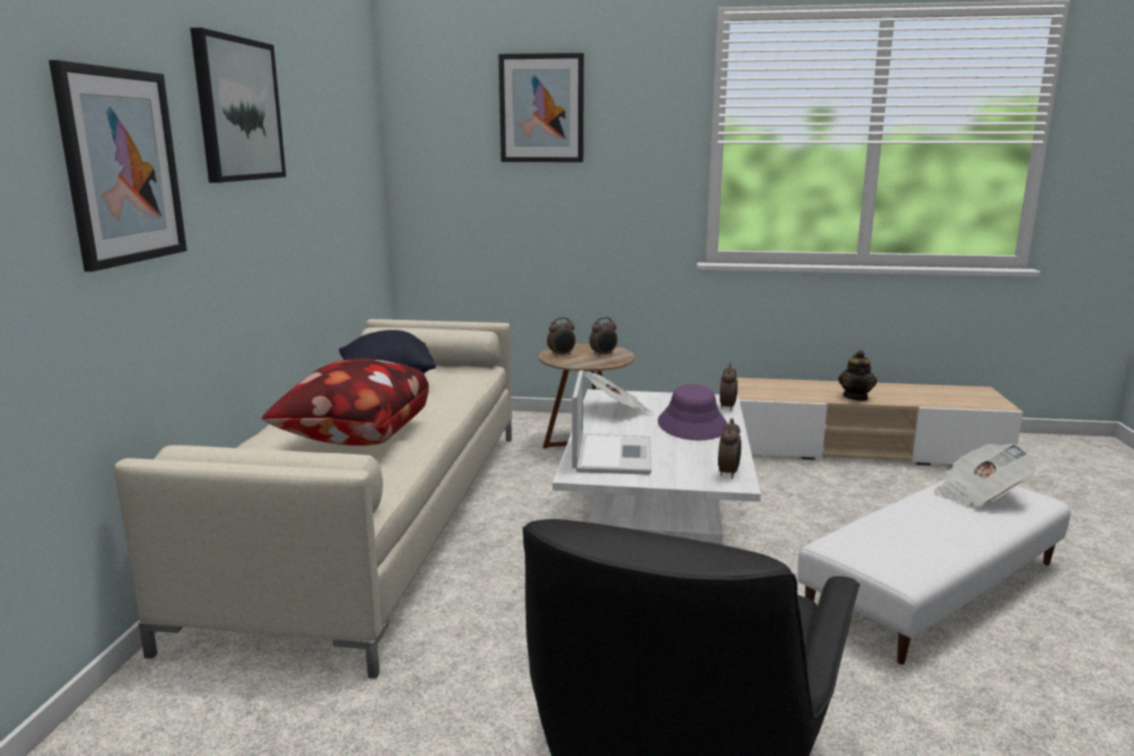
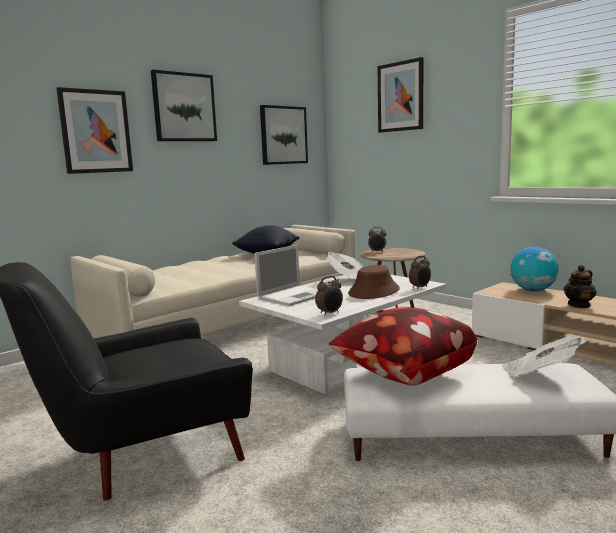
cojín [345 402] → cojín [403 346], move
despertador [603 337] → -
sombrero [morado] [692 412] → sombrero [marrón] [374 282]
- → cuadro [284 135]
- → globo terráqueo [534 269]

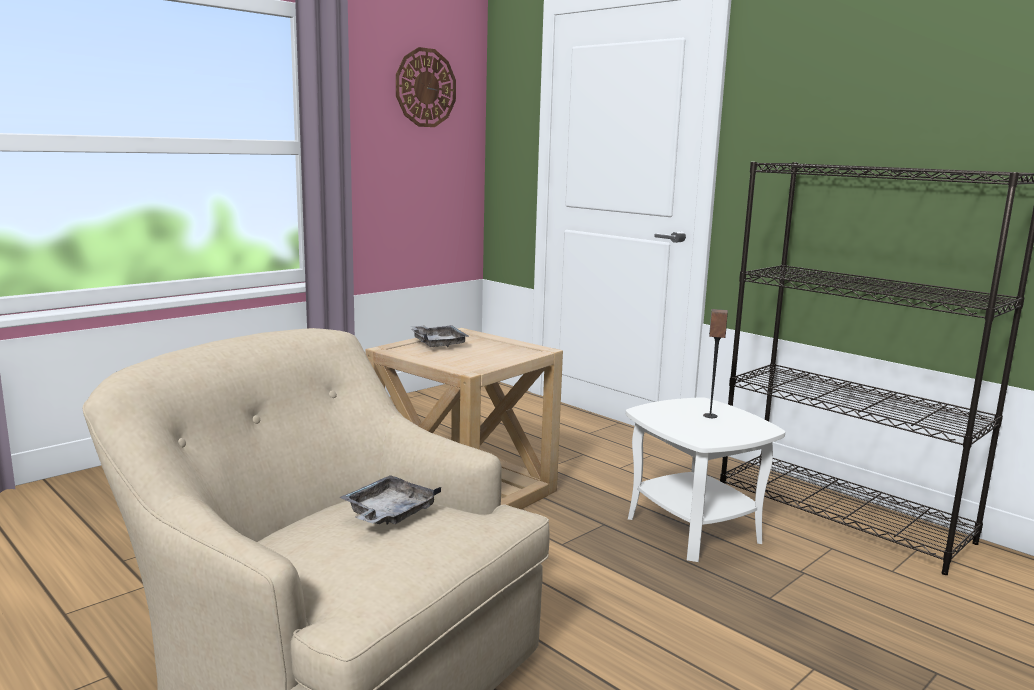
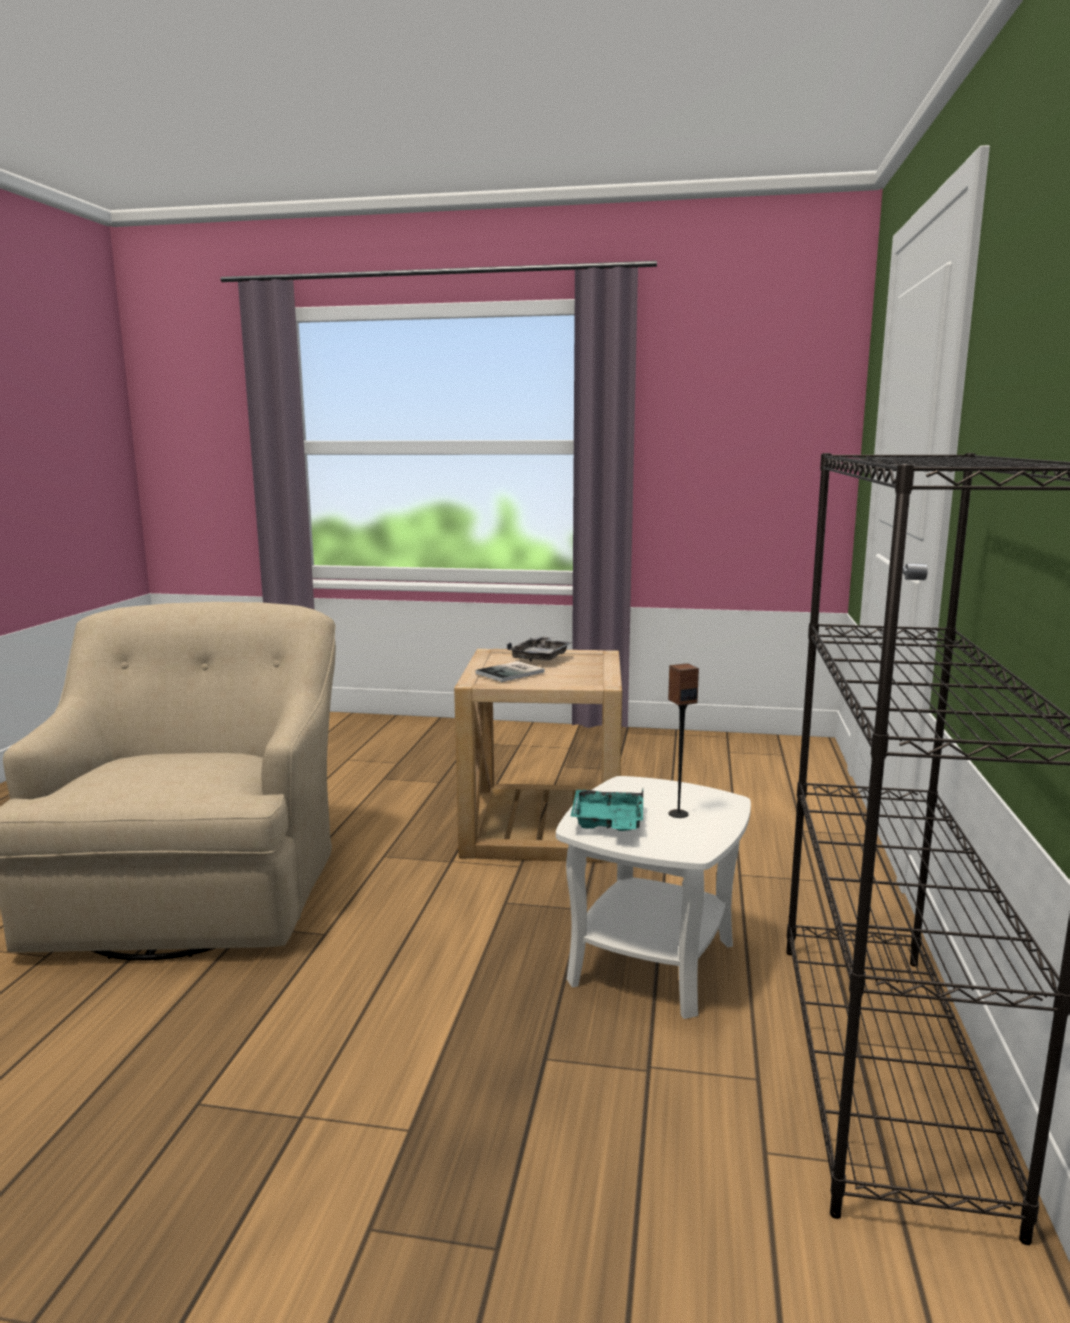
bandeja [gris] [390 500] → -
reloj de pared [426 87] → -
- → libro [510 671]
- → bandeja [turquesa] [607 810]

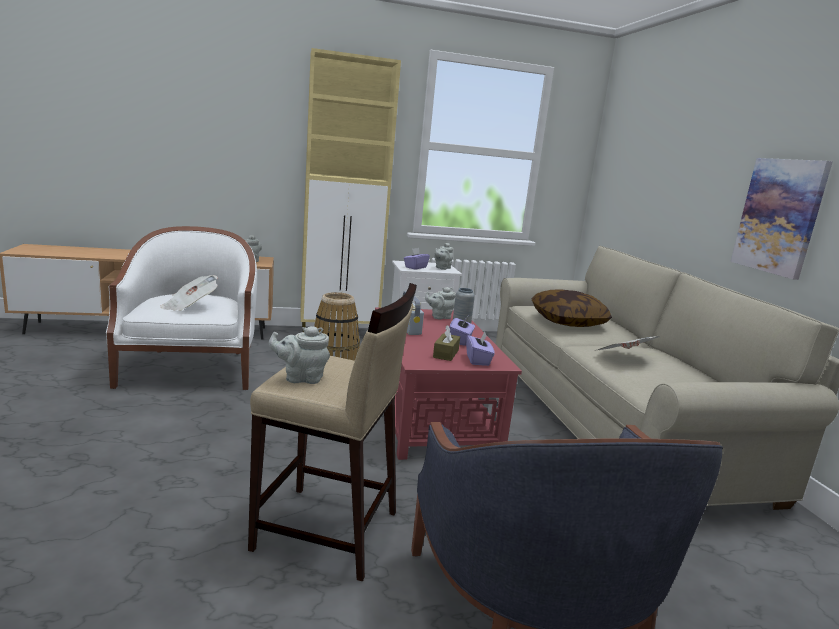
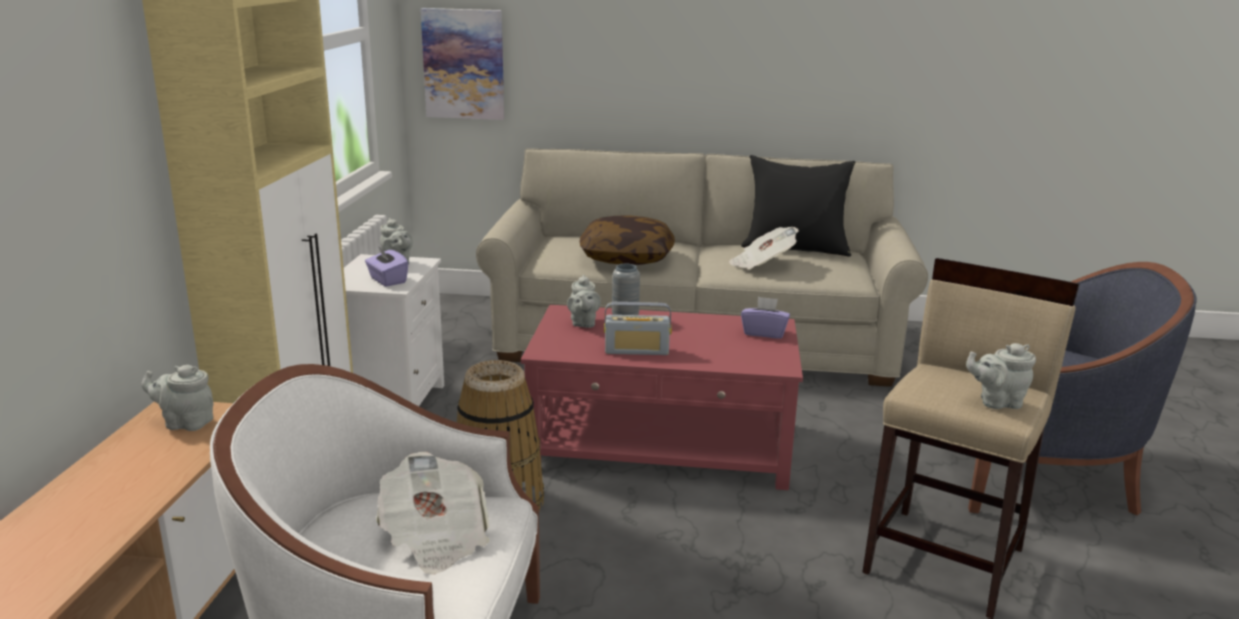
tetera [gris] [299 355] → tetera [gris] [1001 376], 75 degrees clockwise
caja de pañuelos [marrón] [446 343] → -
caja de pañuelos [morado] [462 330] → -
cuadro [781 219] → cuadro [462 64], move
- → cojín [negro] [798 206]

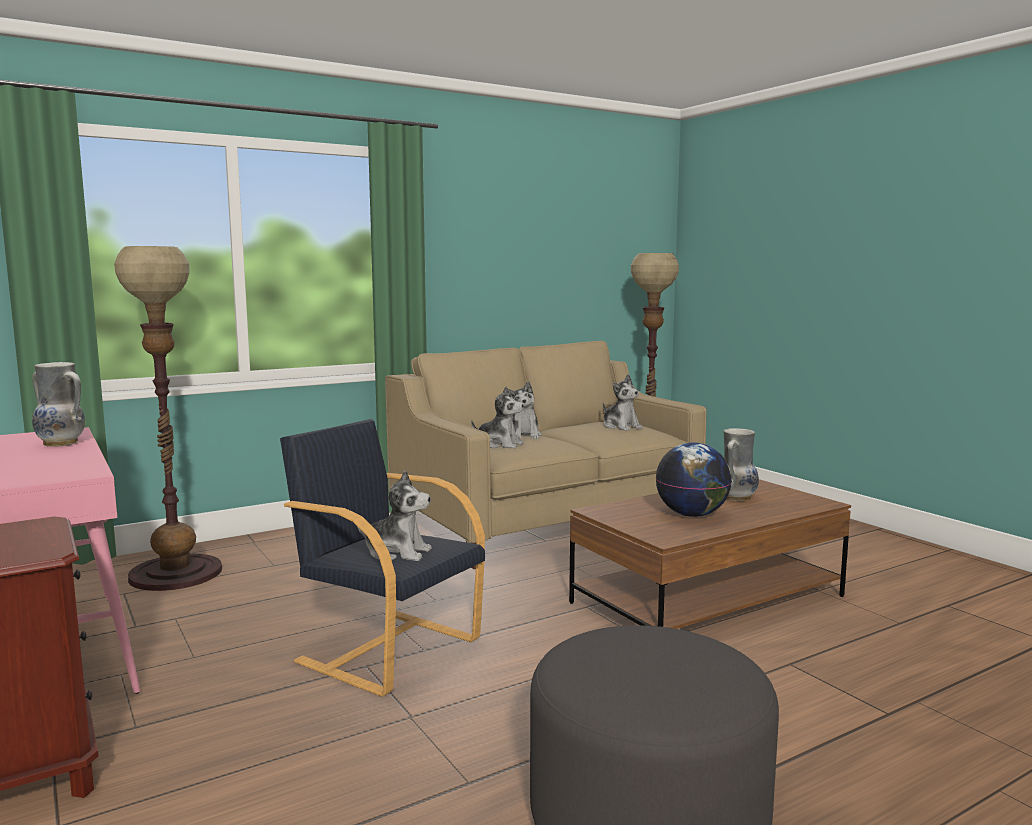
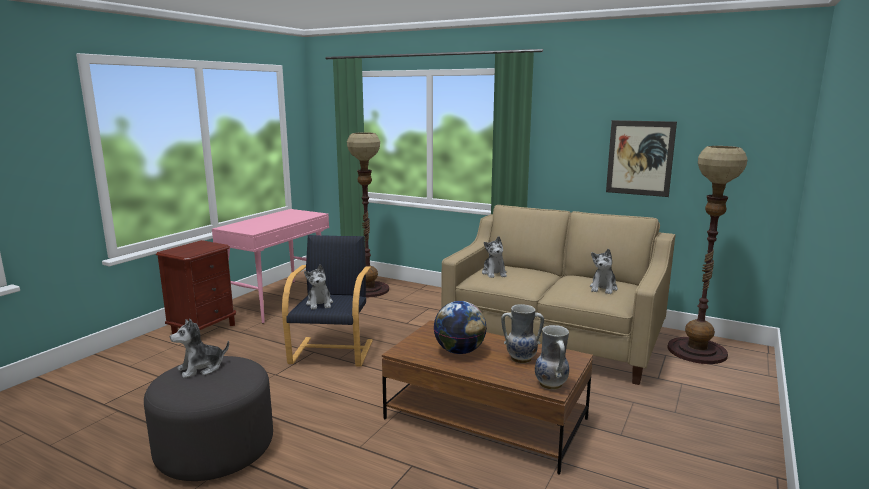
florero [58 404] → florero [552 357], move
peluche [525 410] → peluche [199 348], move
- → cuadro [641 158]

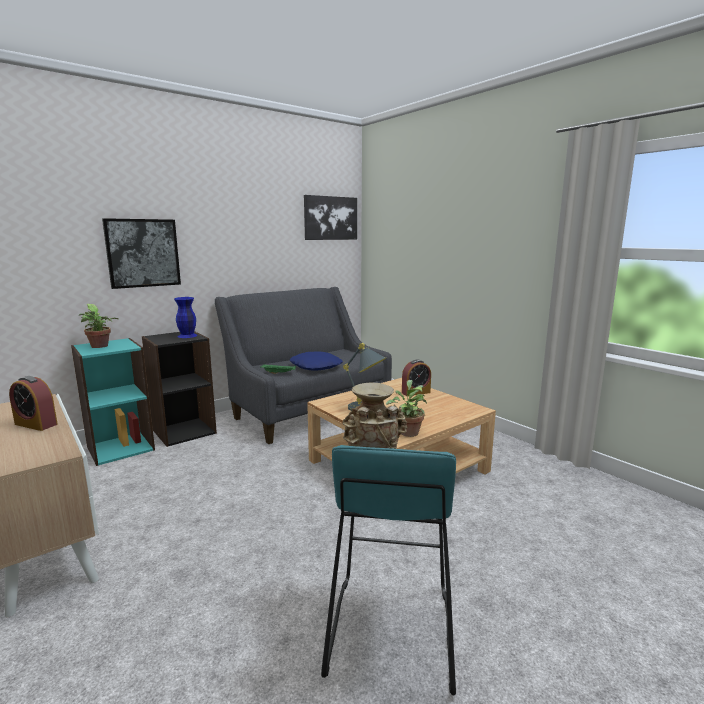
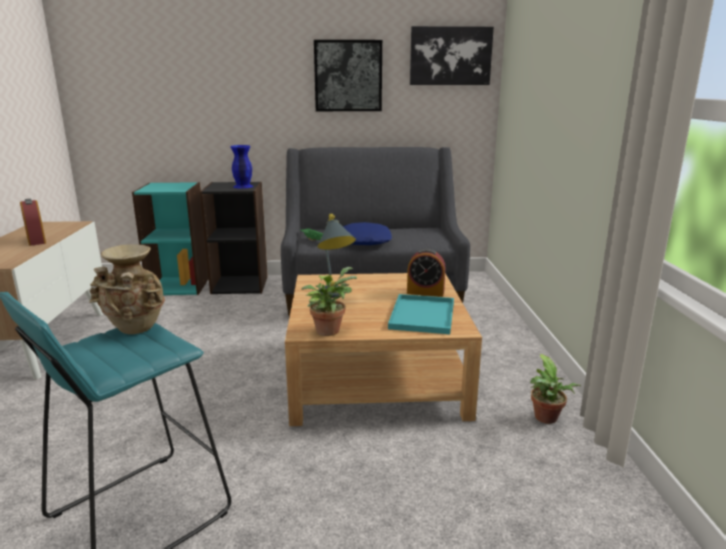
planta en maceta [99 326] → planta en maceta [555 389], move
cuadro [141 253] → cuadro [348 75], move
- → bandeja [turquesa] [421 314]

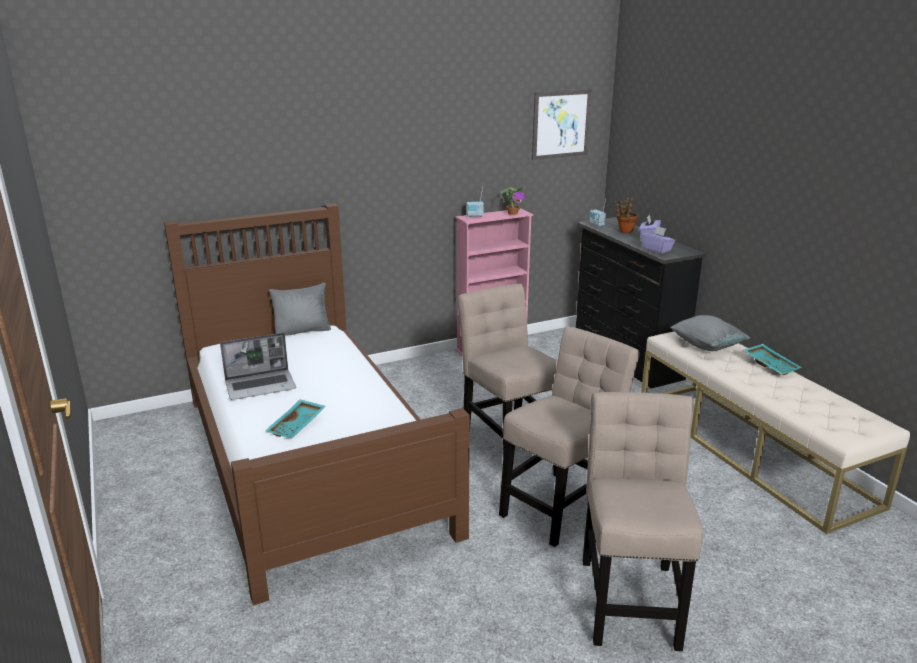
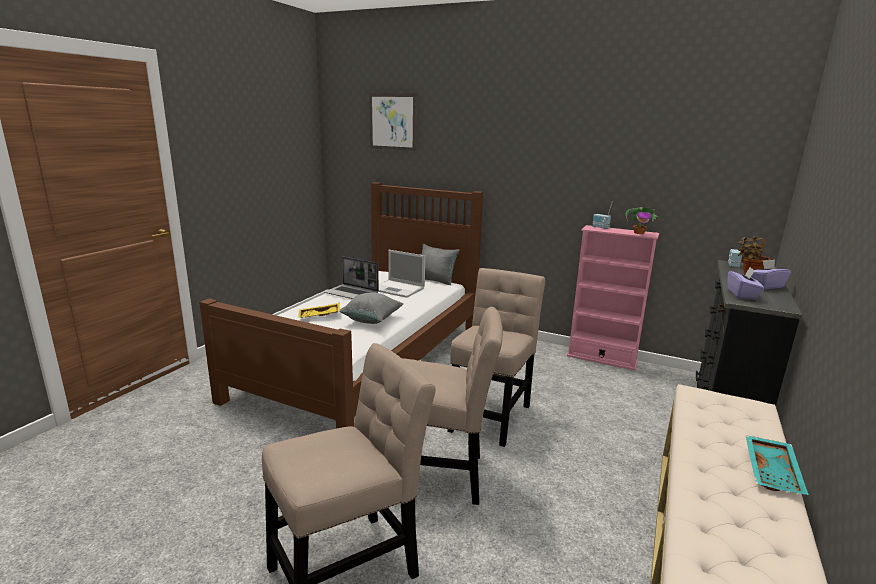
bandeja [turquesa] [295 419] → bandeja [amarillo] [319 310]
cuadro [562 124] → cuadro [393 122], move
cojín [gris] [710 333] → cojín [gris] [371 308], move
- → portátil [402 274]

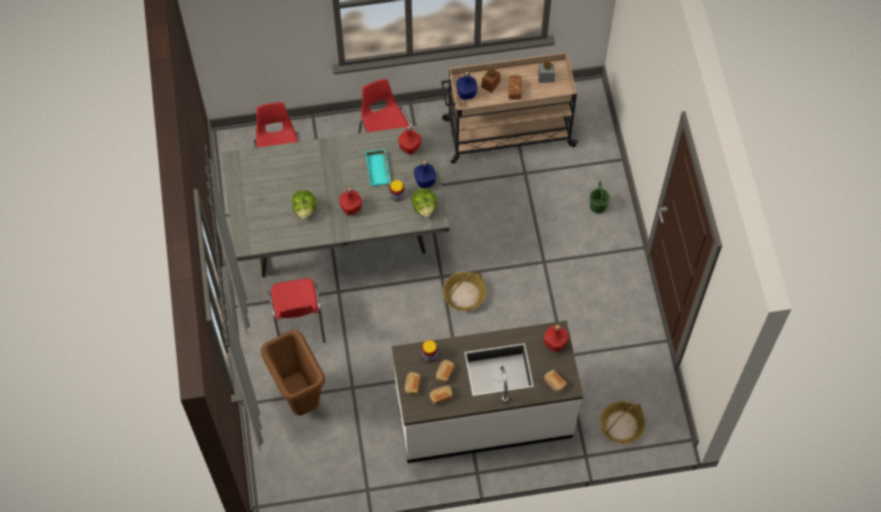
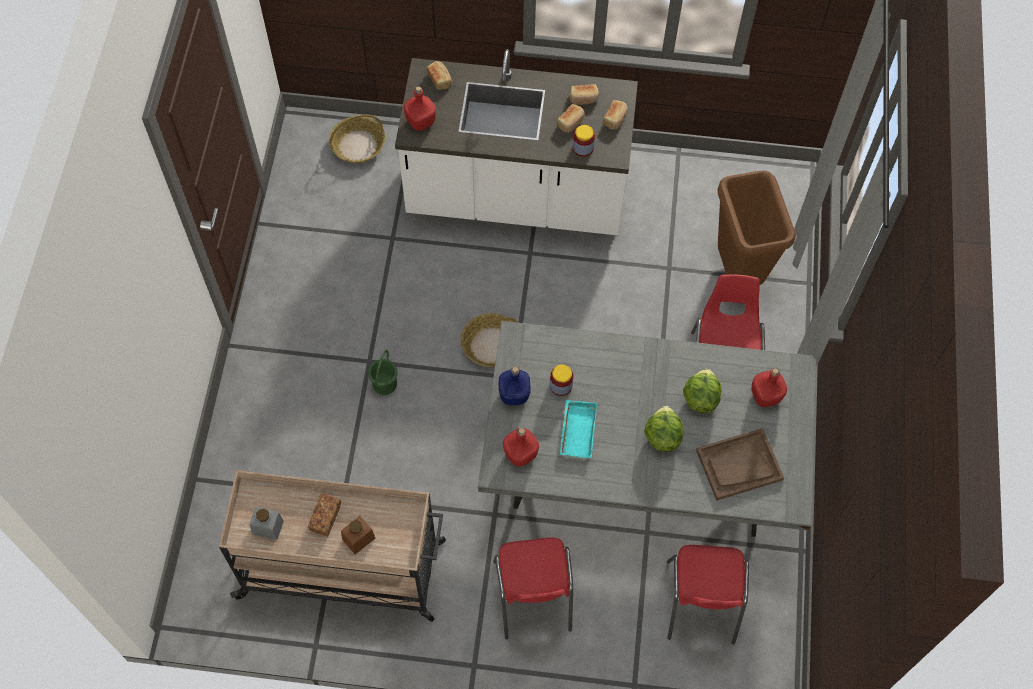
botella [rojo] [350 201] → botella [rojo] [769 387], move
lechuga [424 203] → lechuga [663 429], move
botella [azul] [466 85] → -
cubo [verde] [600 197] → cubo [verde] [382 372], move
- → bandeja [marrón] [740 464]

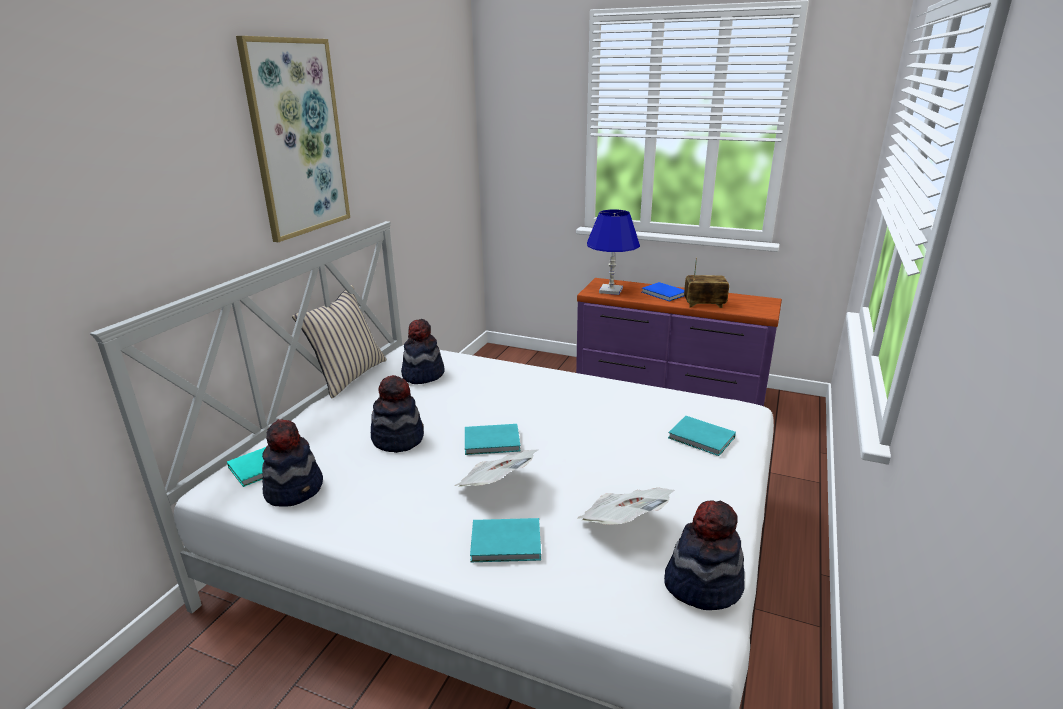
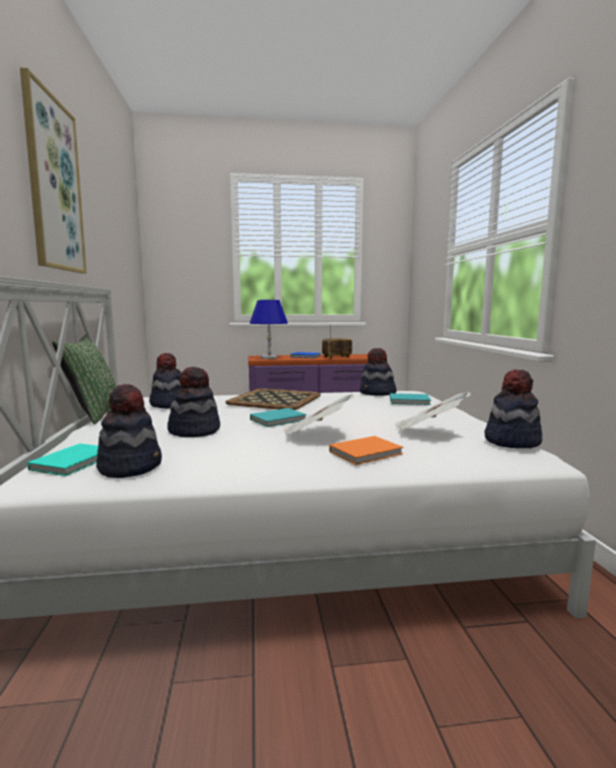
cojín [beis] [339 341] → cojín [verde] [84 379]
libro [turquesa] [505 540] → libro [naranja] [366 450]
- → bandeja [273 399]
- → sombrero [378 372]

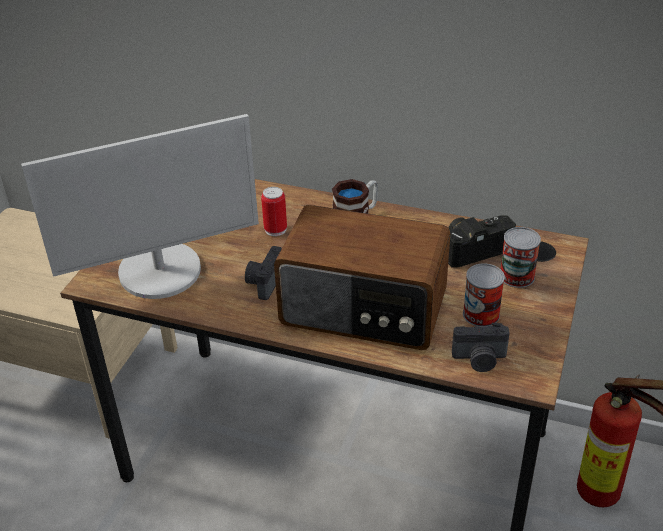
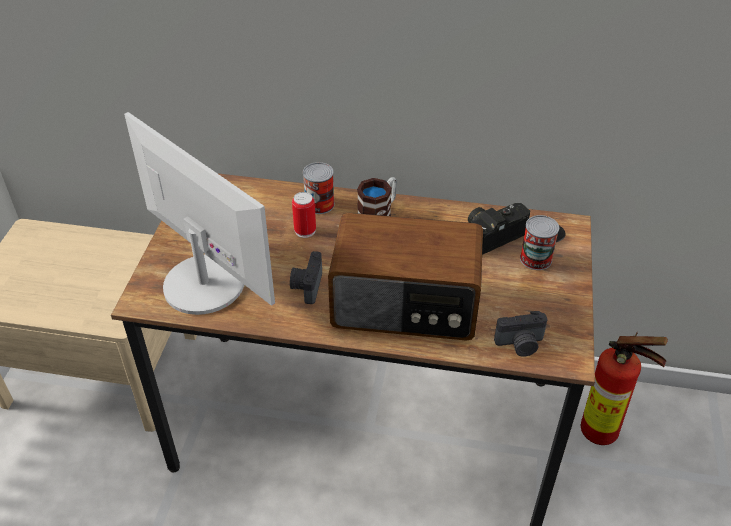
monitor [140 206] → monitor [199 213], 105 degrees counterclockwise
lata [484 294] → lata [319 188], move

